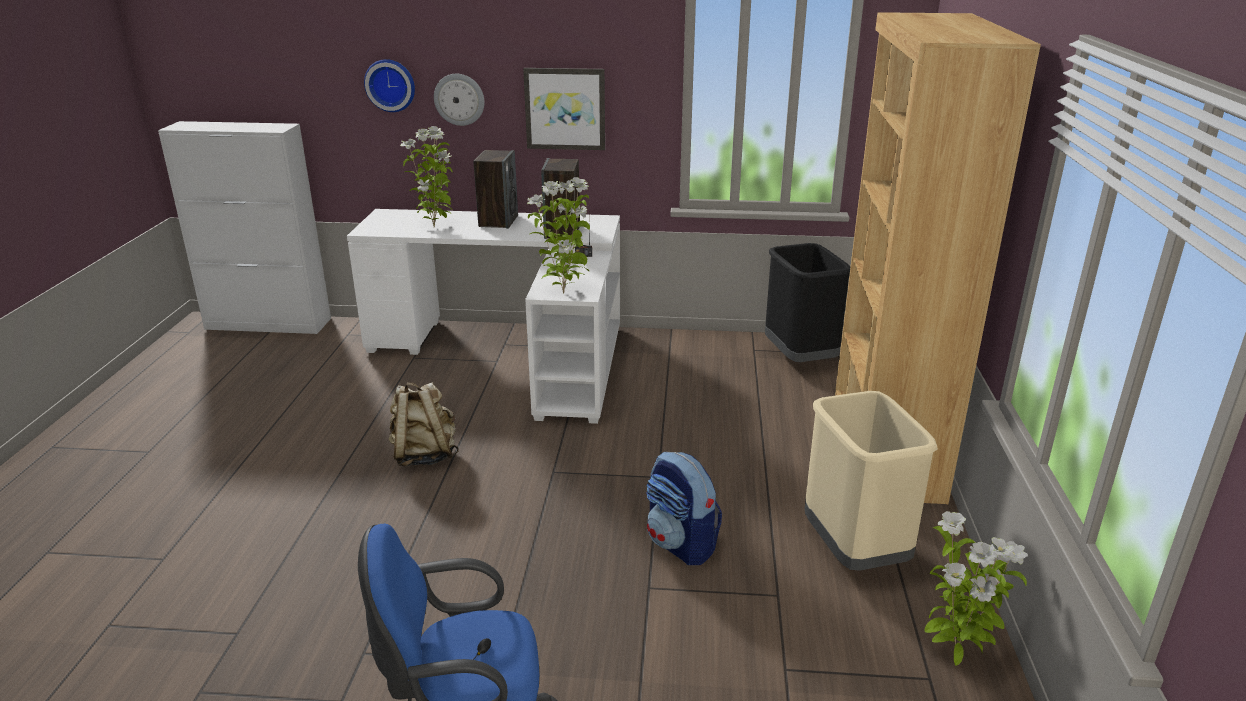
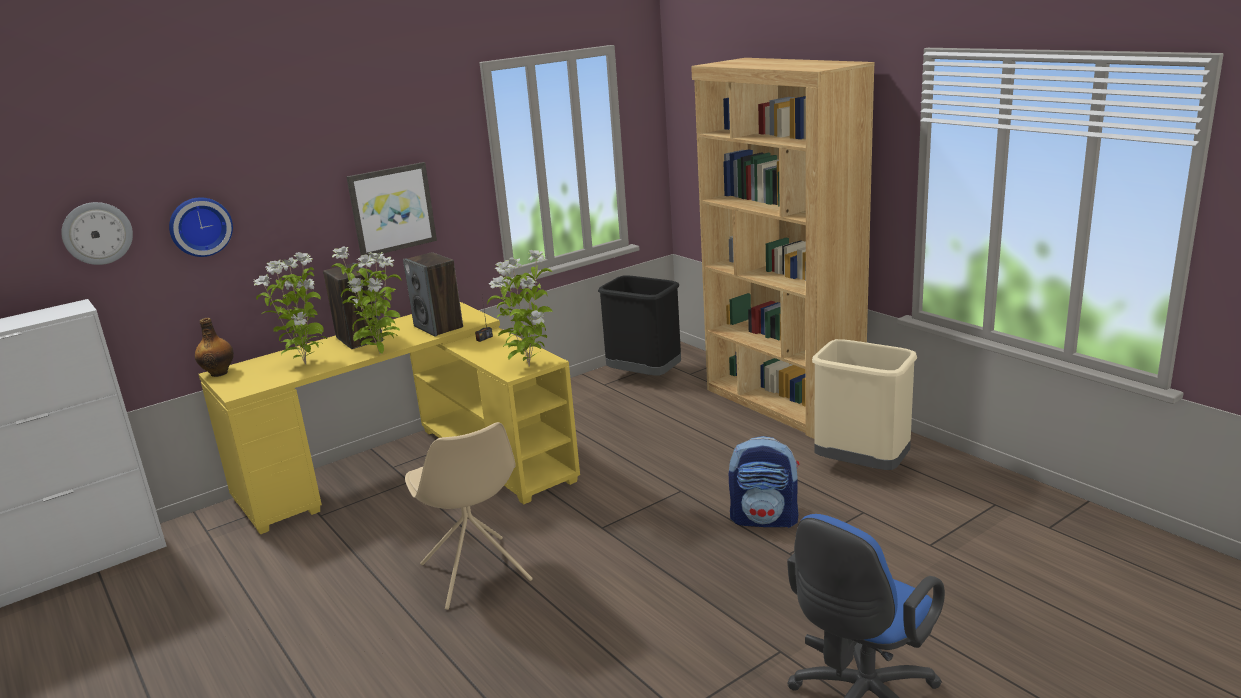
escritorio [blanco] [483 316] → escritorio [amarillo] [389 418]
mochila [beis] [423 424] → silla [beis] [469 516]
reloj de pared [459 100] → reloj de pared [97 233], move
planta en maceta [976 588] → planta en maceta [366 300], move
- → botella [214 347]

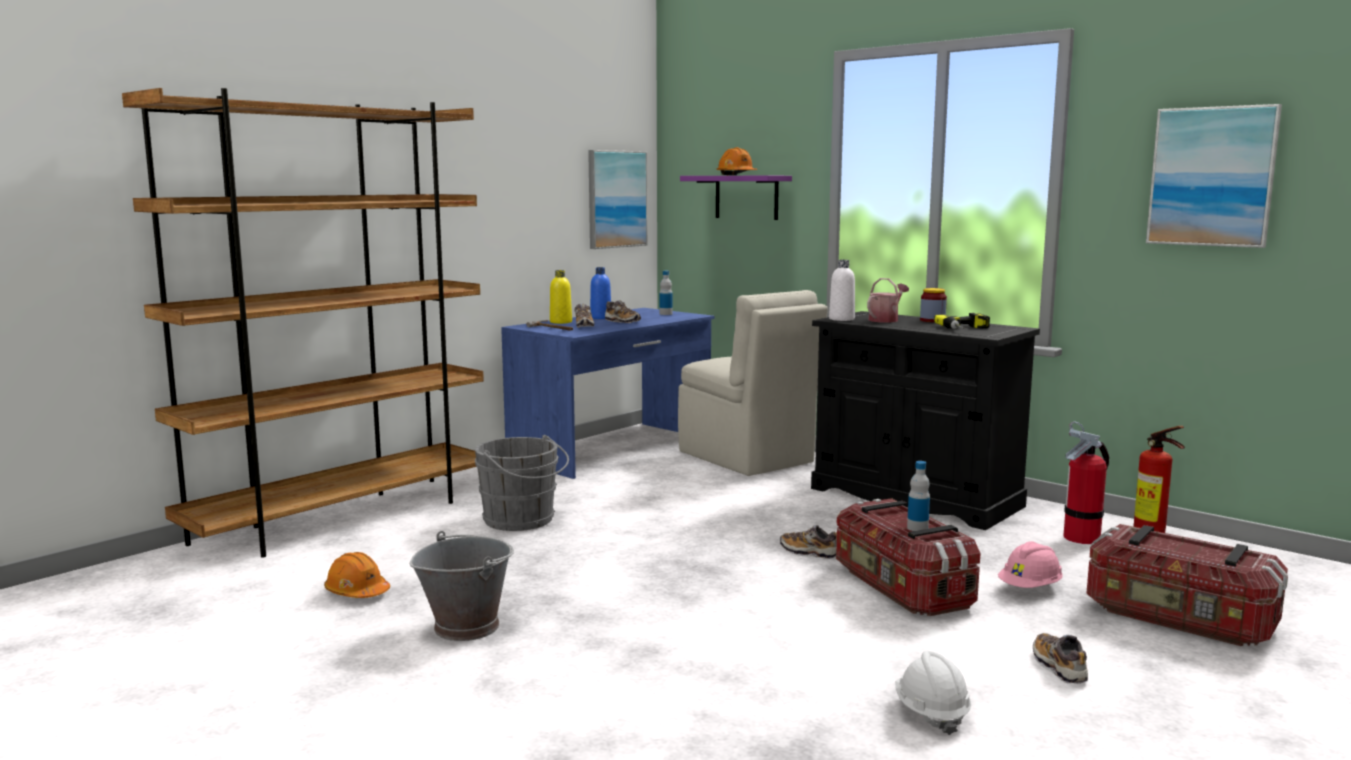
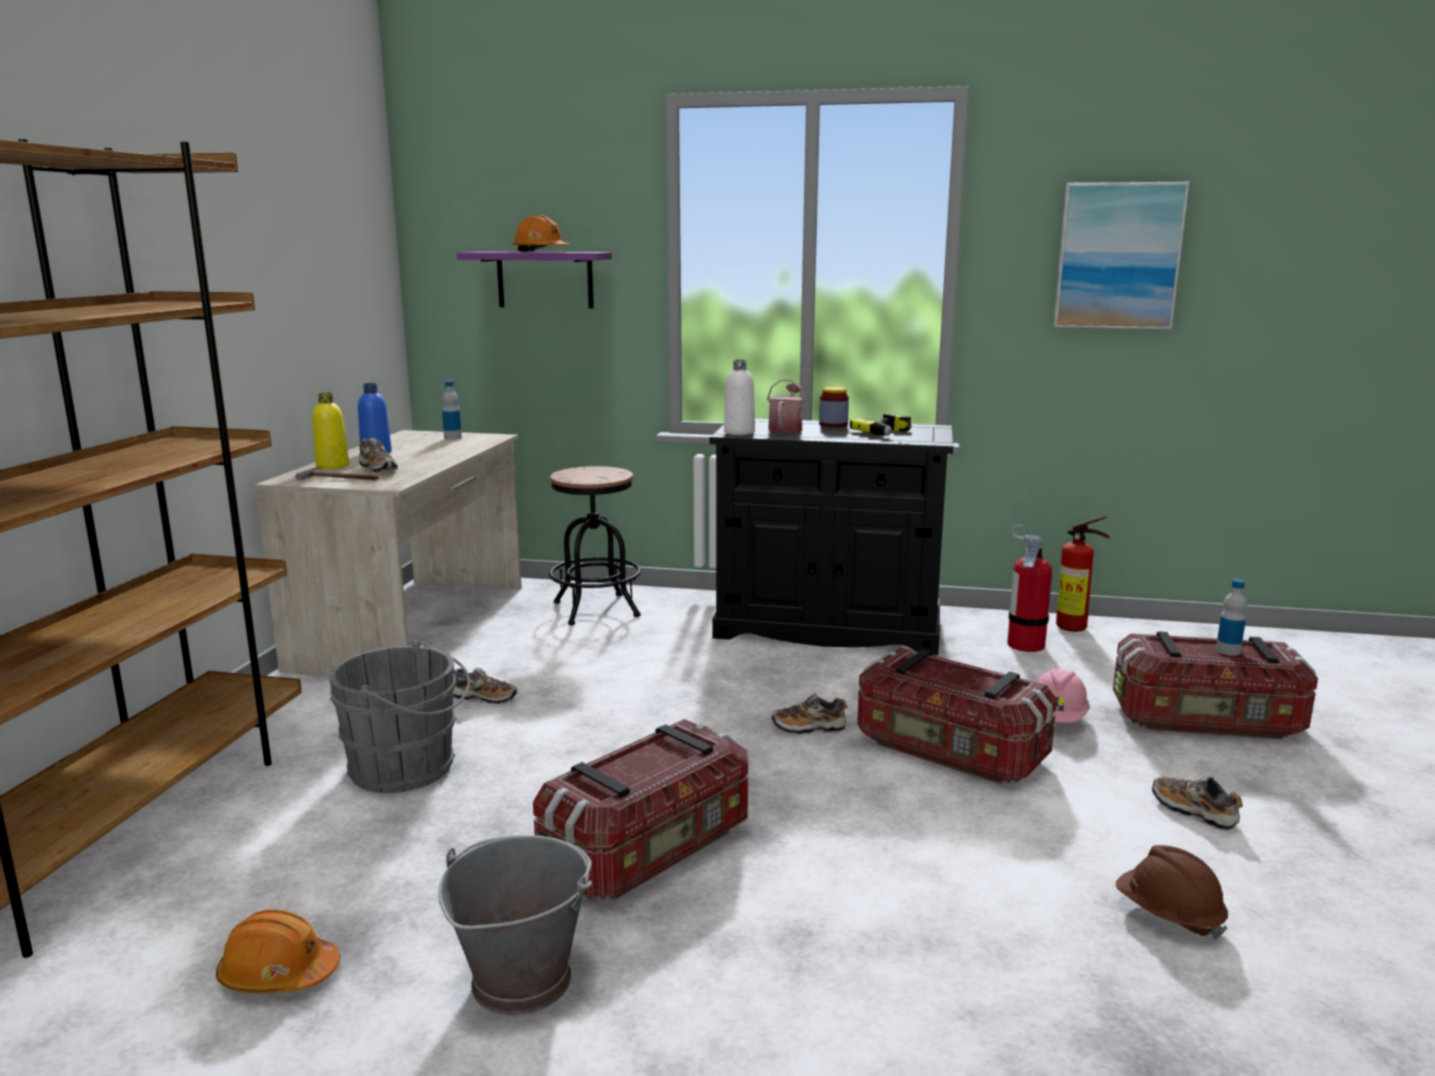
escritorio [azul] [608 393] → escritorio [beis] [388 553]
cuadro [618 199] → -
zapato [623 311] → zapato [485 685], move
silla [beis] [753 383] → taburete [negro] [595 545]
casco [blanco] [933 693] → casco [marrón] [1172 892]
botella [918 496] → botella [1231 617], move
- → caja de almacenaje [640 809]

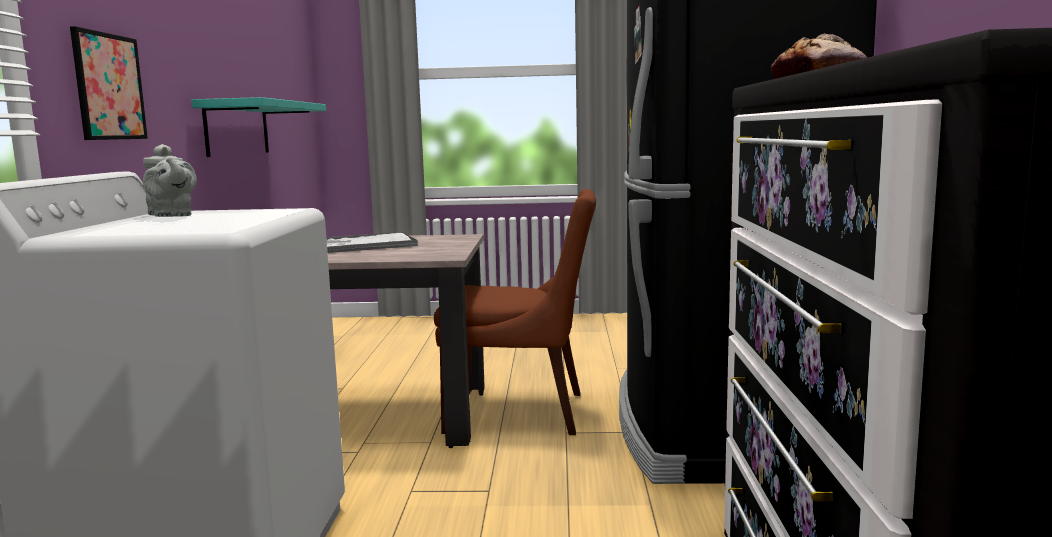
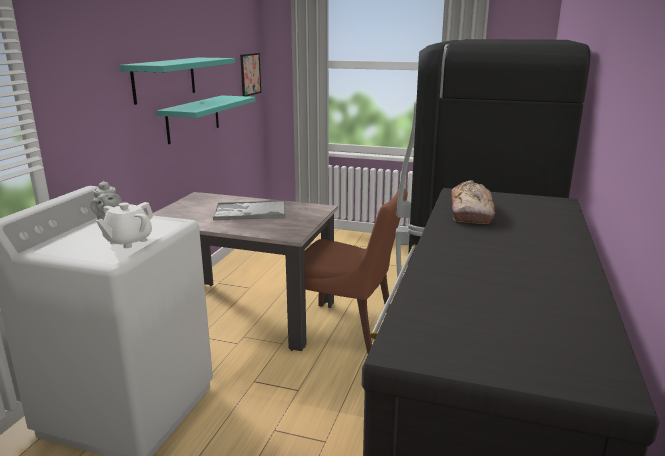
cuadro [109 83] → cuadro [250 74], move
- → tetera [blanco] [125 225]
- → estante [turquesa] [177 81]

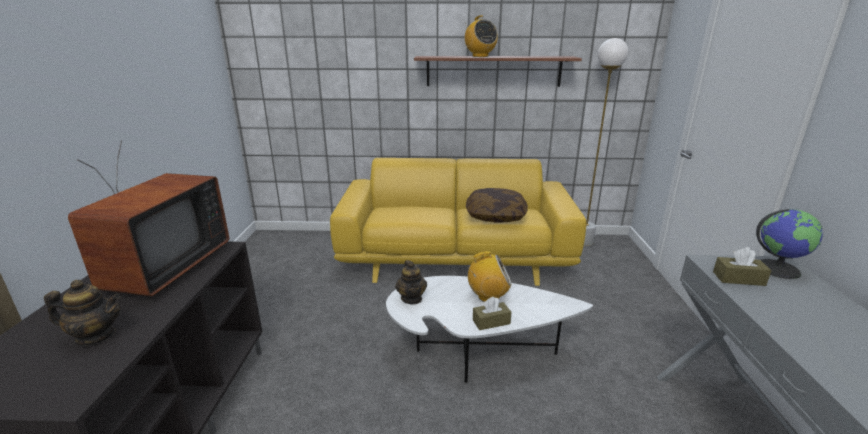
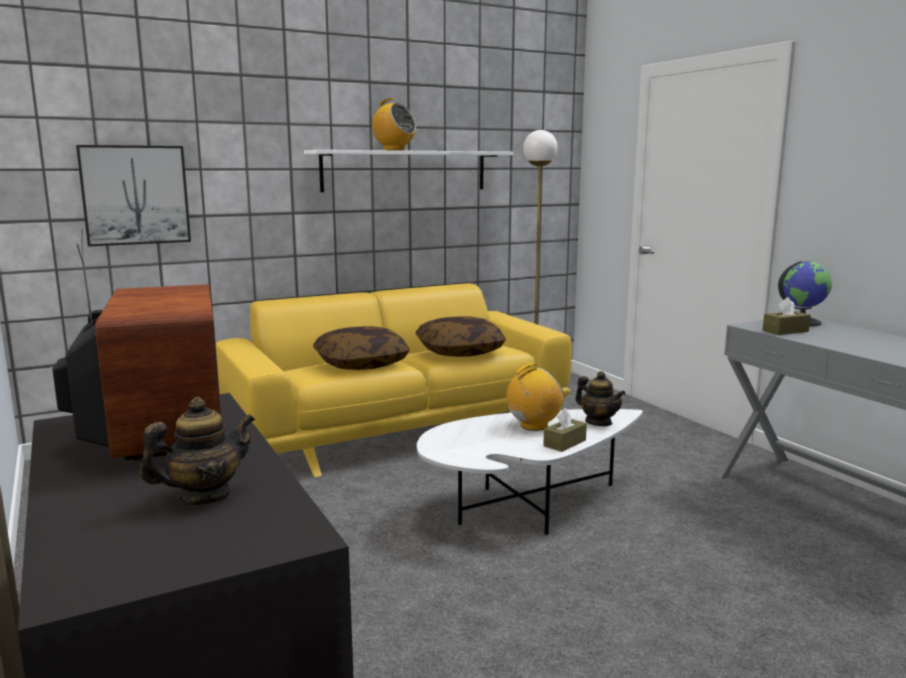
tetera [411 282] → tetera [600 398], move
estante [marrón] [498 71] → estante [blanco] [409 171]
- → cuadro [133 196]
- → cojín [361 348]

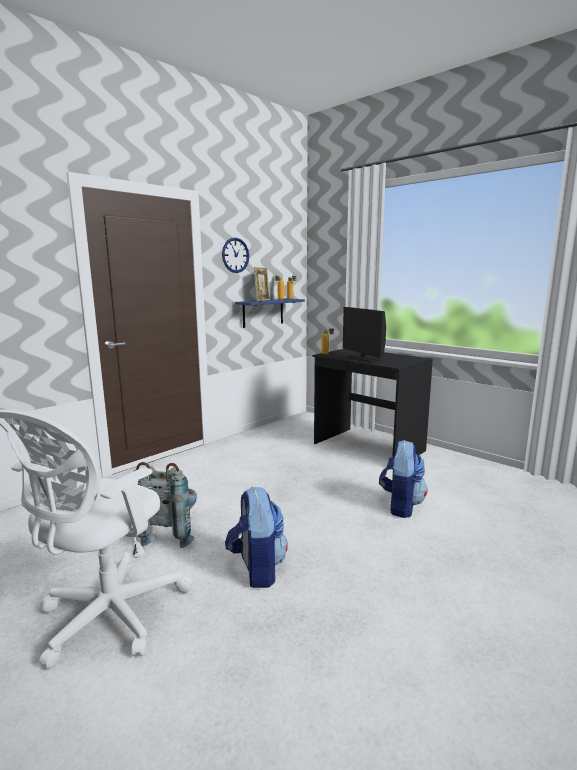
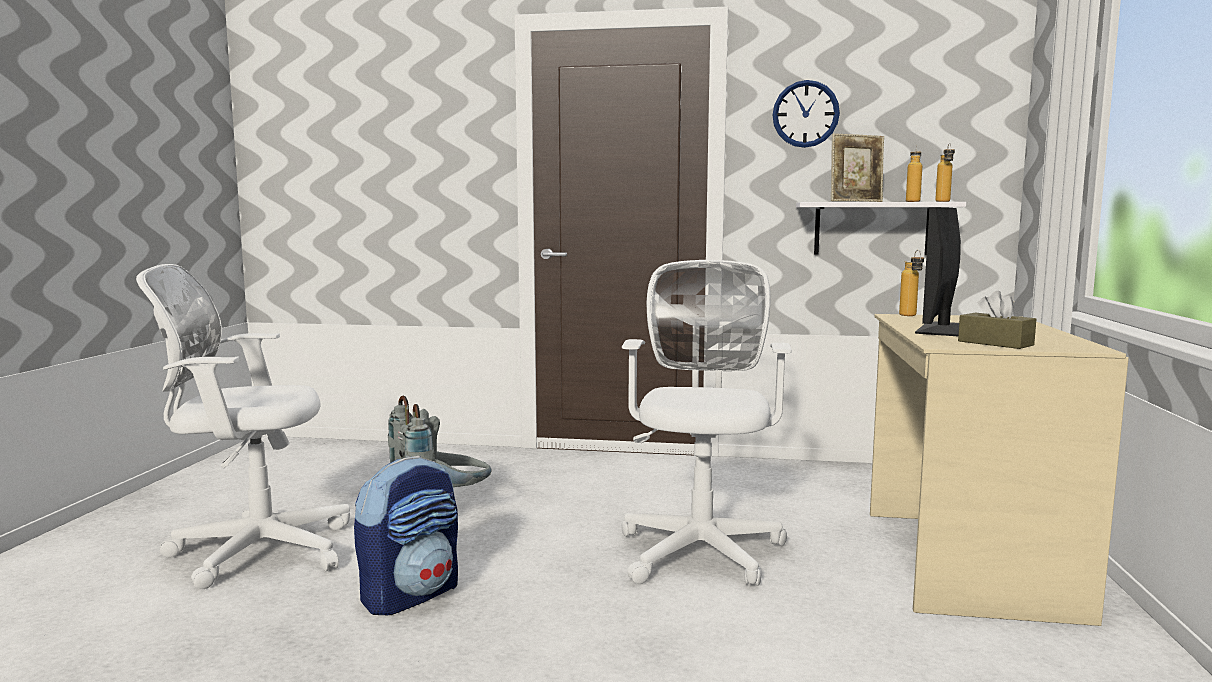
estante [azul] [270 313] → estante [blanco] [881 228]
escritorio [negro] [372 409] → escritorio [beis] [999 470]
mochila [403 479] → -
- → silla de oficina [blanco] [706 423]
- → caja de pañuelos [marrón] [997 320]

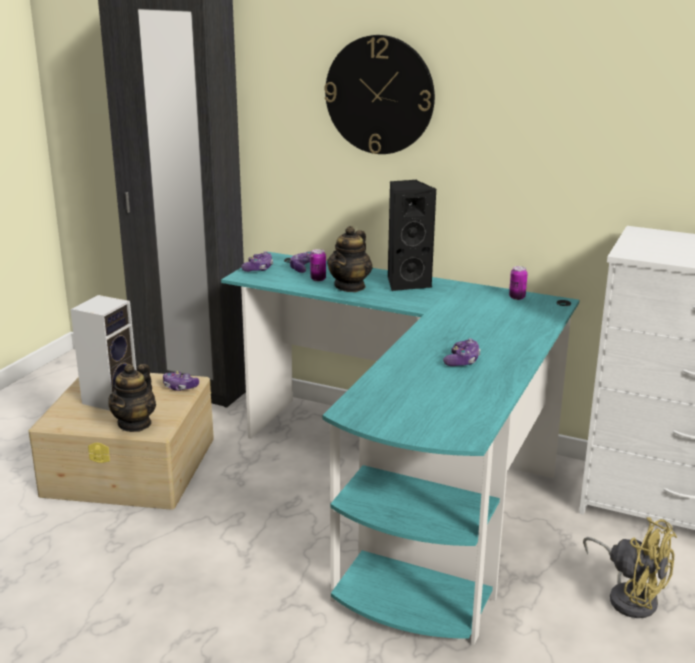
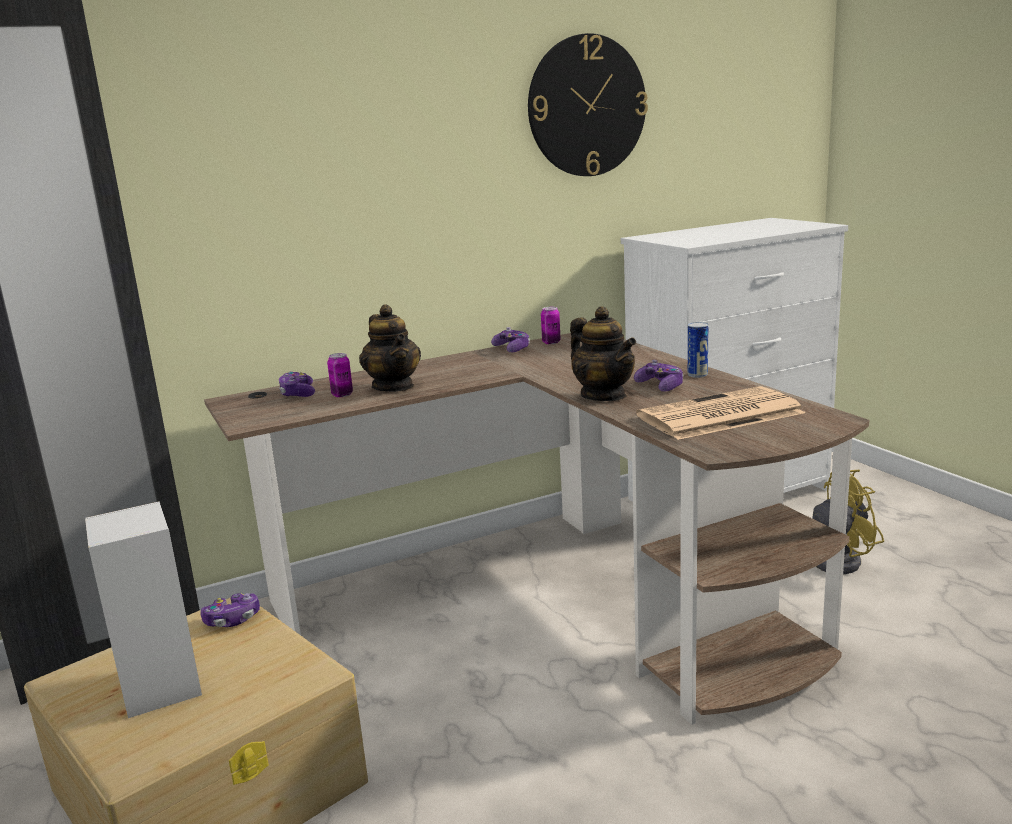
tetera [132 398] → tetera [603 354], move
escritorio [turquesa] [400 448] → escritorio [marrón] [536 529]
mando de consola [257 261] → mando de consola [510 340], move
reloj de pared [379 94] → reloj de pared [588 104], move
altavoz [negro] [412 235] → -
- → periódico [720 413]
- → lata [698 350]

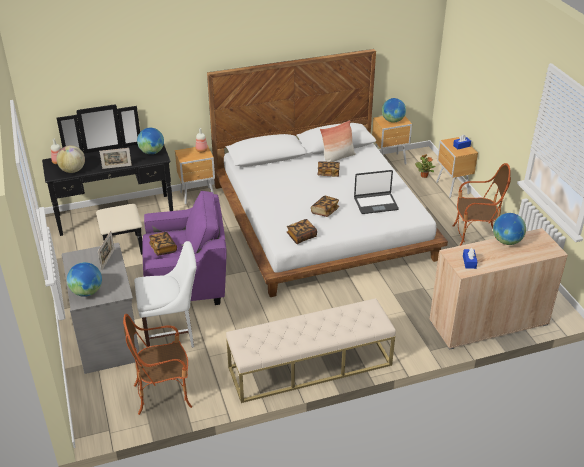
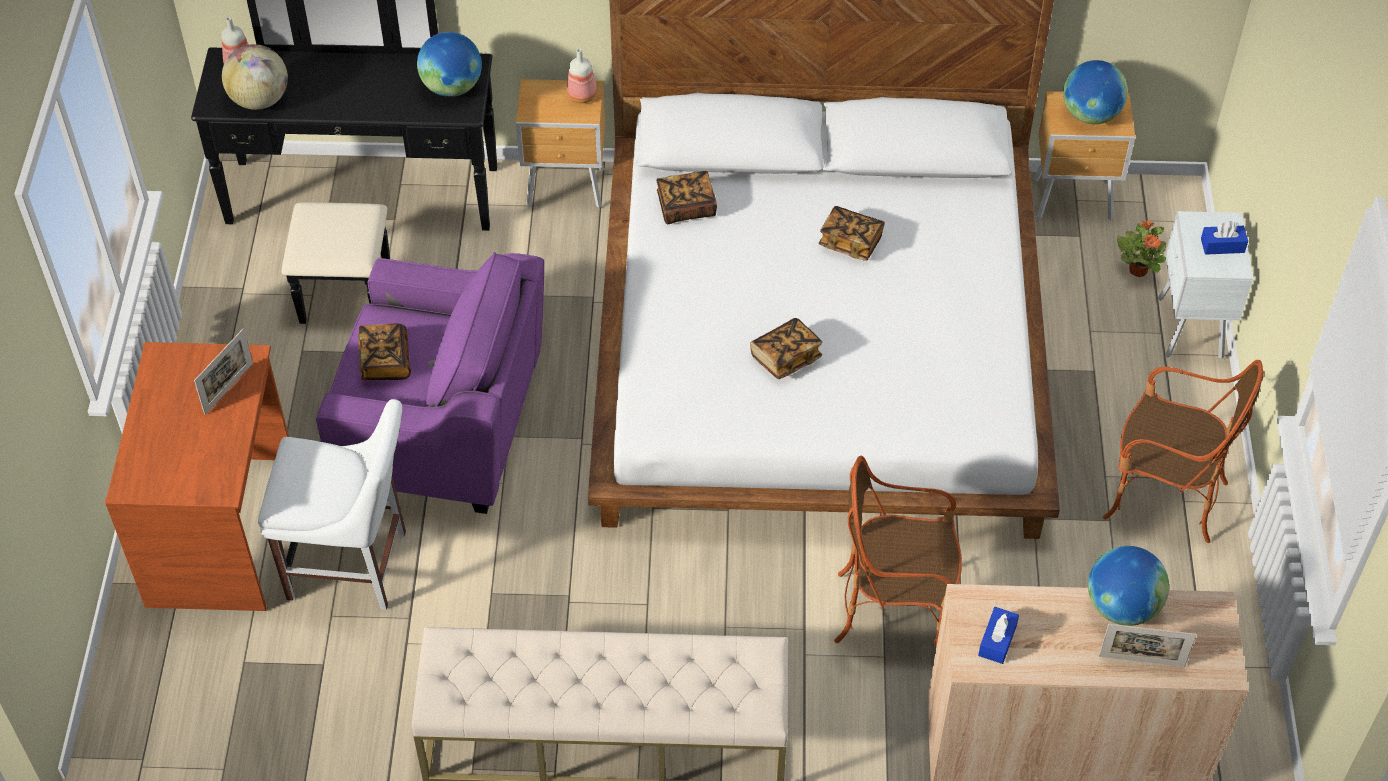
escritorio [gris] [100 308] → escritorio [marrón] [197 476]
globo terráqueo [84 279] → -
portarretratos [115 158] → portarretratos [1147 645], move
sillón [157 364] → sillón [898 551], move
libro [302 231] → libro [686 197], move
cojín [338 141] → -
portátil [376 192] → -
mesita de noche [marrón] [457 167] → mesita de noche [blanco] [1205 285]

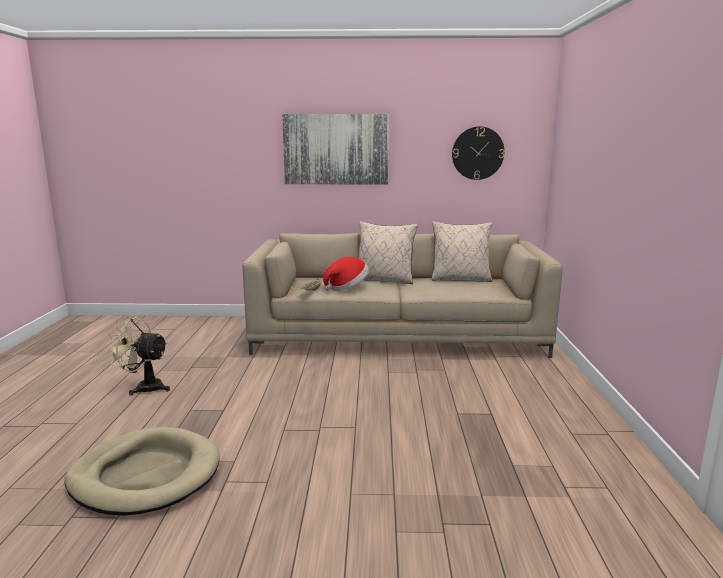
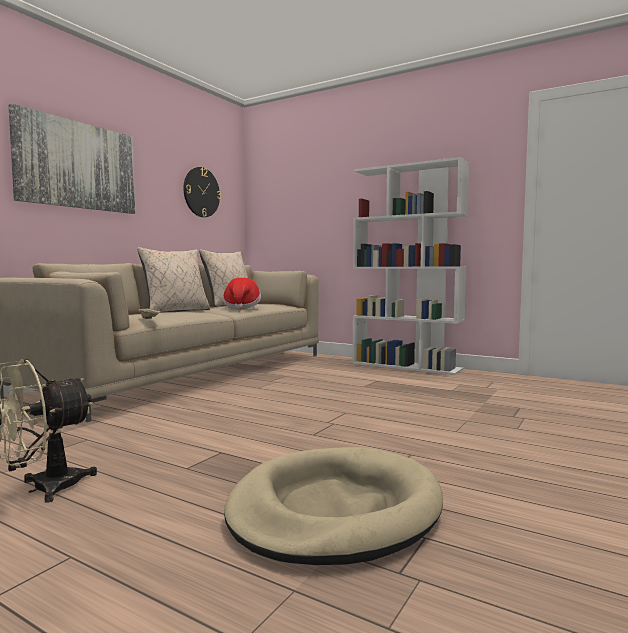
sombrero [346 274] → sombrero [242 294], move
- → estantería [blanco] [410 266]

